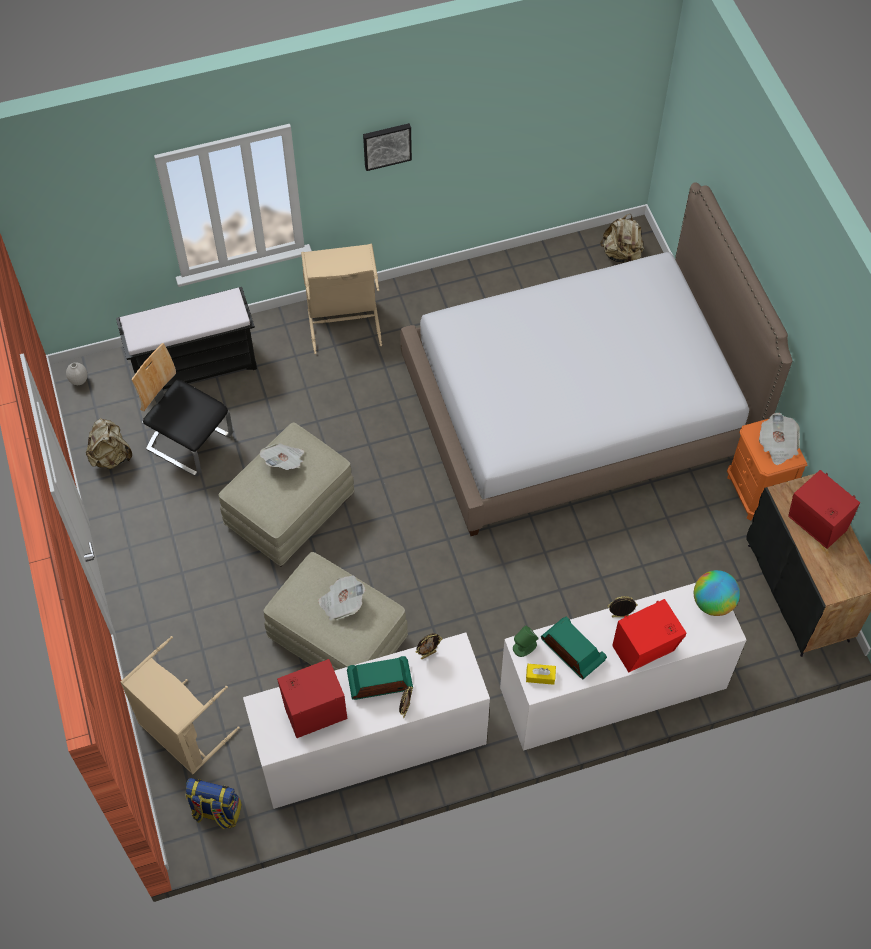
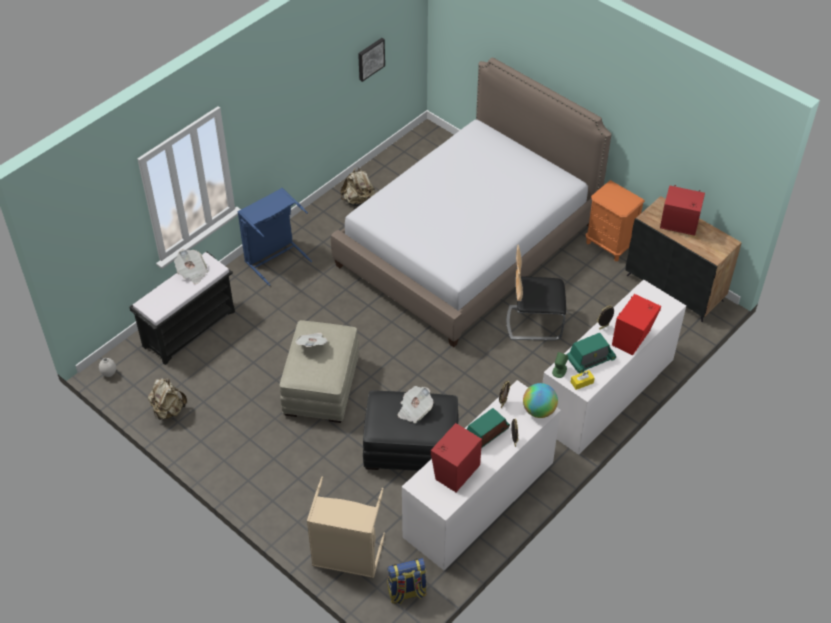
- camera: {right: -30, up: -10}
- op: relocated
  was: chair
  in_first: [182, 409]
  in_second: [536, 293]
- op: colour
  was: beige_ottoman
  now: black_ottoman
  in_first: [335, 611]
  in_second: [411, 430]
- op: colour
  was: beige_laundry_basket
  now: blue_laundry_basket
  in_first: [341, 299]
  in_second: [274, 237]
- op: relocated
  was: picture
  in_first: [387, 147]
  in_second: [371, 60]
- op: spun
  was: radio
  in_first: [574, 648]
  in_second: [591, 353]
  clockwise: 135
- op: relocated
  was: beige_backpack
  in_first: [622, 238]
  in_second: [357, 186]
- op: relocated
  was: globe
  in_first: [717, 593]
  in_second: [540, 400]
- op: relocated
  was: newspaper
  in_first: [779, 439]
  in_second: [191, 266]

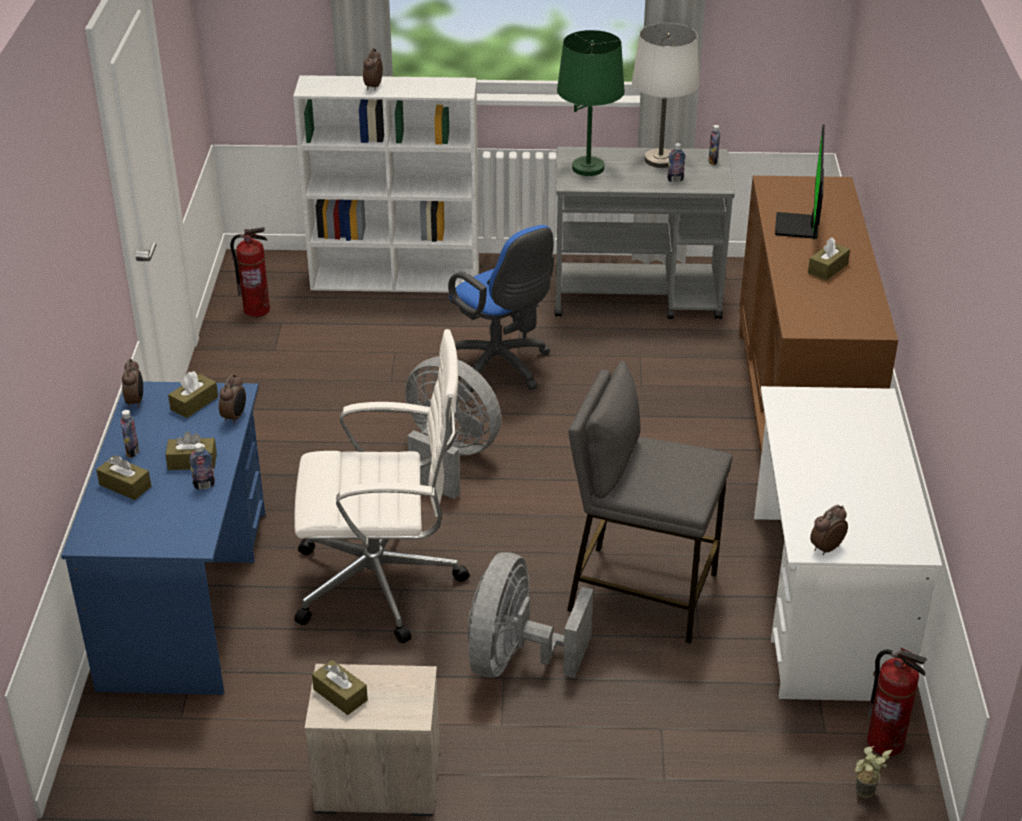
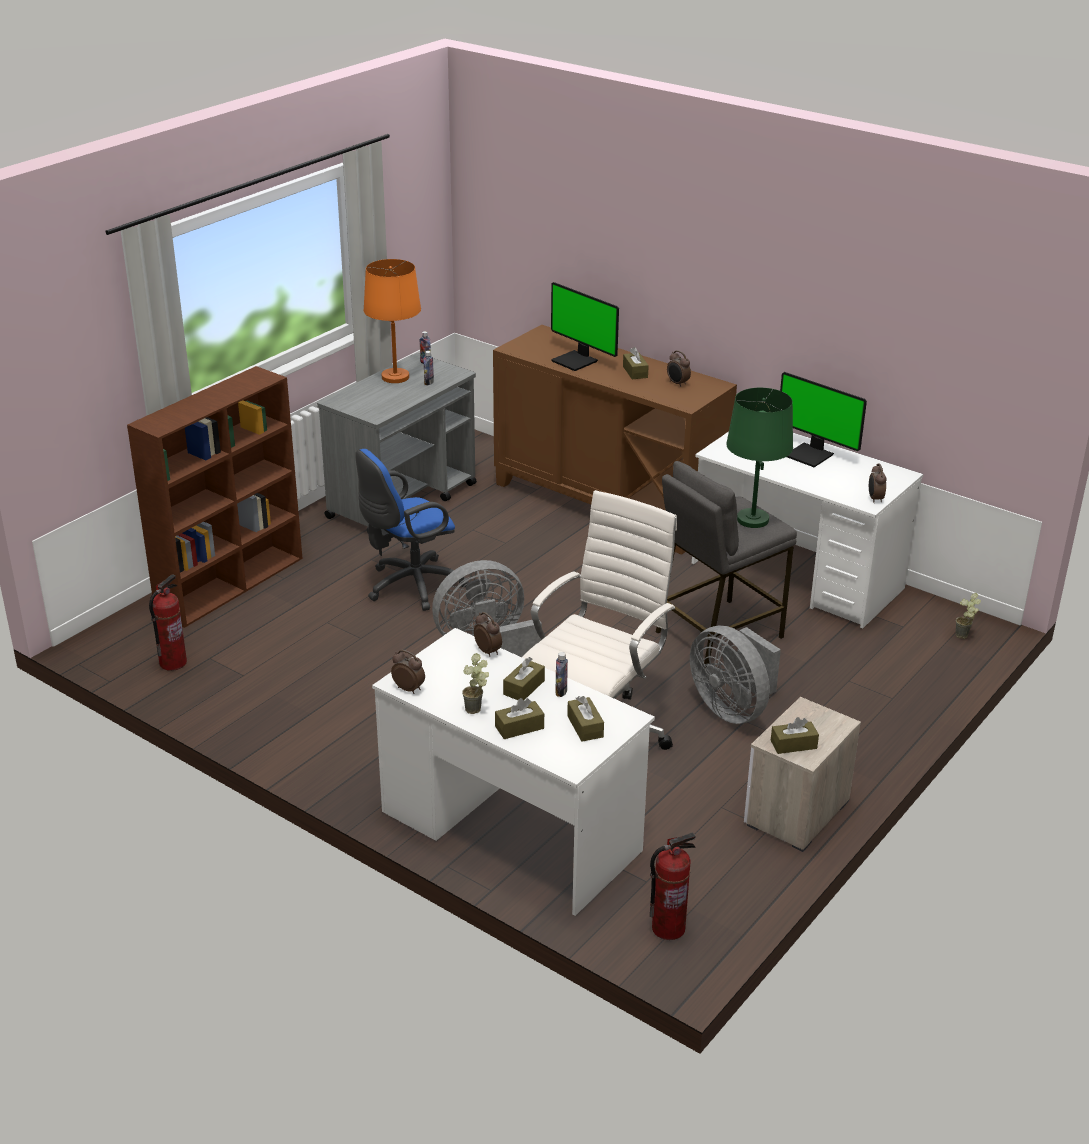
- camera: {right: -55, up: -5}
- op: colour
  was: blue_desk
  now: white_desk
  in_first: [163, 538]
  in_second: [513, 772]
- op: exchanged
  was: bottle
  now: potted_plant
  in_first: [130, 434]
  in_second: [475, 683]
- op: relocated
  was: brown_tissue_box
  in_first: [193, 394]
  in_second: [585, 719]
- op: colour
  was: white_bookcase
  now: brown_bookcase
  in_first: [386, 184]
  in_second: [215, 497]
- op: relocated
  was: alarm_clock
  in_first: [373, 69]
  in_second: [679, 368]
- op: spun
  was: blue_office_chair
  in_first: [496, 308]
  in_second: [412, 530]
  clockwise: 150
- op: relocated
  was: green_table_lamp
  in_first: [591, 103]
  in_second: [759, 458]
- op: colour
  was: white_table_lamp
  now: orange_table_lamp
  in_first: [665, 95]
  in_second: [392, 321]
- op: relocated
  was: fire_extinguisher
  in_first: [897, 702]
  in_second: [673, 886]
- op: appeared
  now: monitor
  in_second: [823, 419]

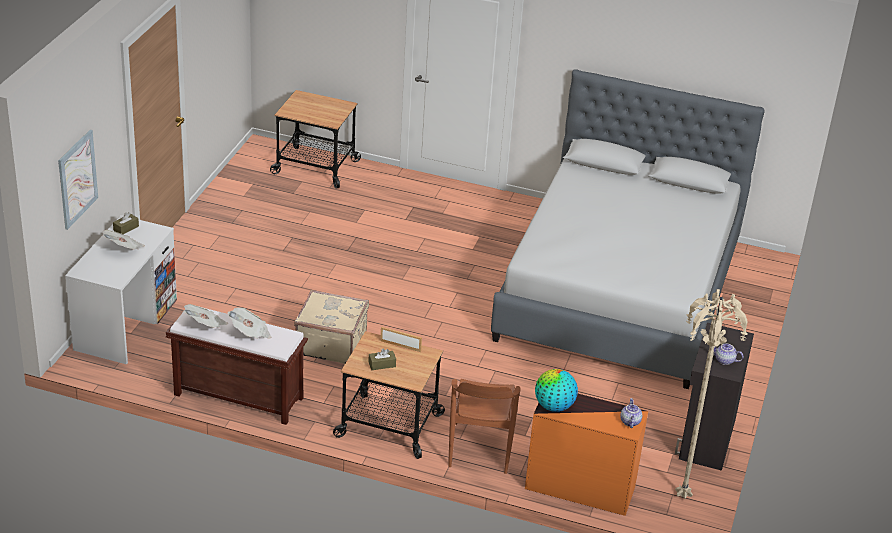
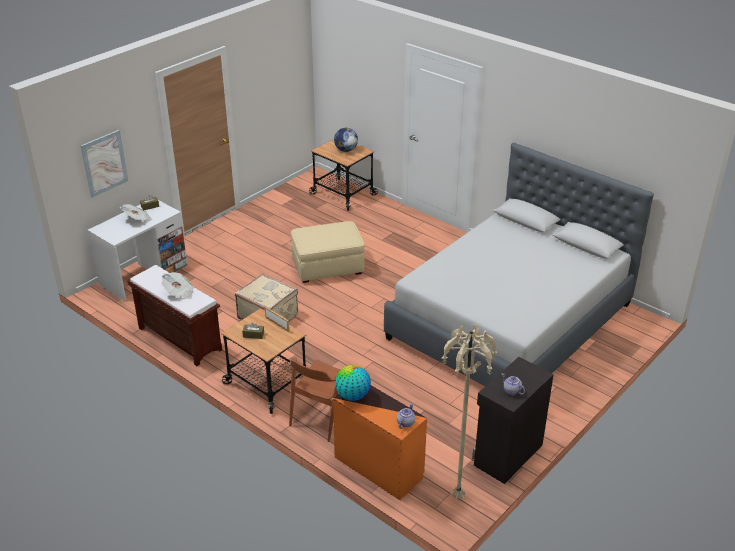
- camera: {right: 25, up: 0}
- op: missing
  was: newspaper
  in_first: [205, 316]
- op: appeared
  now: beige_ottoman
  in_second: [328, 252]
- op: appeared
  now: globe
  in_second: [346, 140]

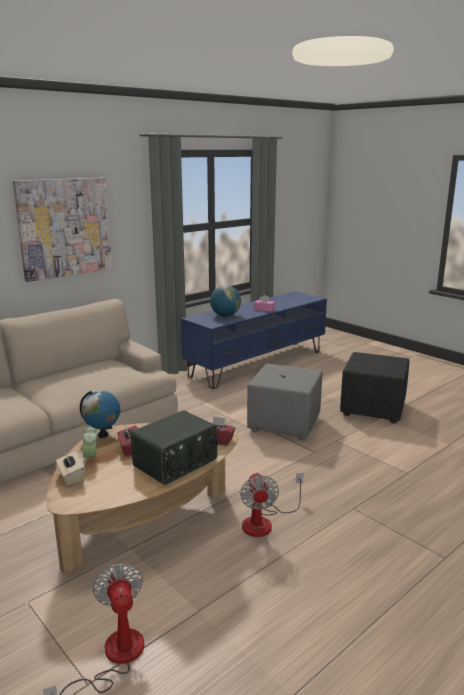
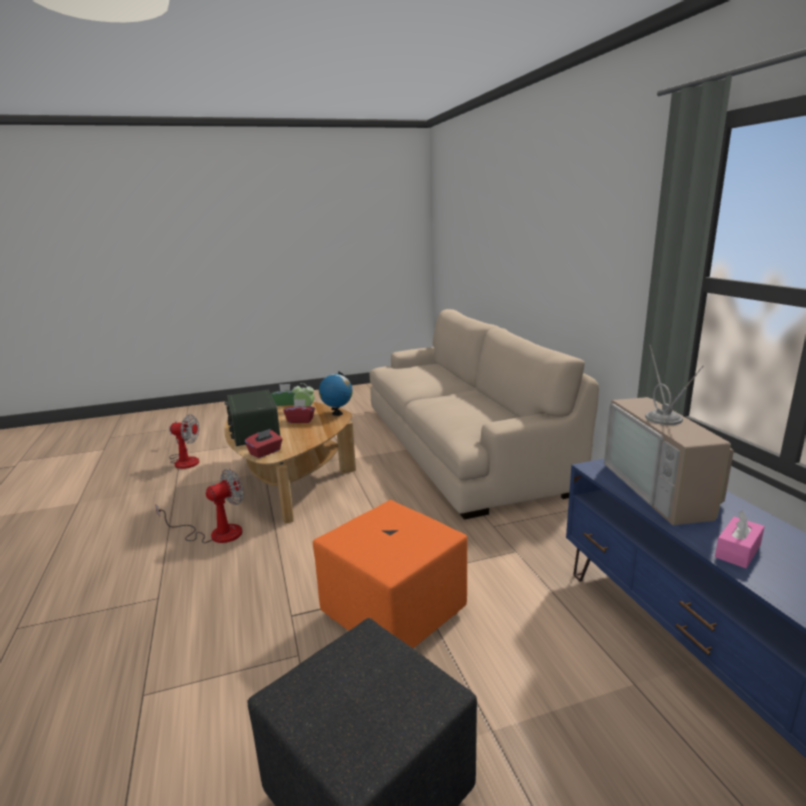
- camera: {right: 115, up: 0}
- op: missing
  was: picture
  in_first: [62, 229]
- op: colour
  was: beige_tissue_box
  now: green_tissue_box
  in_first: [70, 468]
  in_second: [283, 395]
- op: exchanged
  was: globe
  now: television
  in_first: [225, 301]
  in_second: [669, 434]
- op: spun
  was: fan
  in_first: [271, 504]
  in_second: [199, 506]
  clockwise: 120
- op: colour
  was: grey_ottoman
  now: orange_ottoman
  in_first: [285, 402]
  in_second: [390, 574]

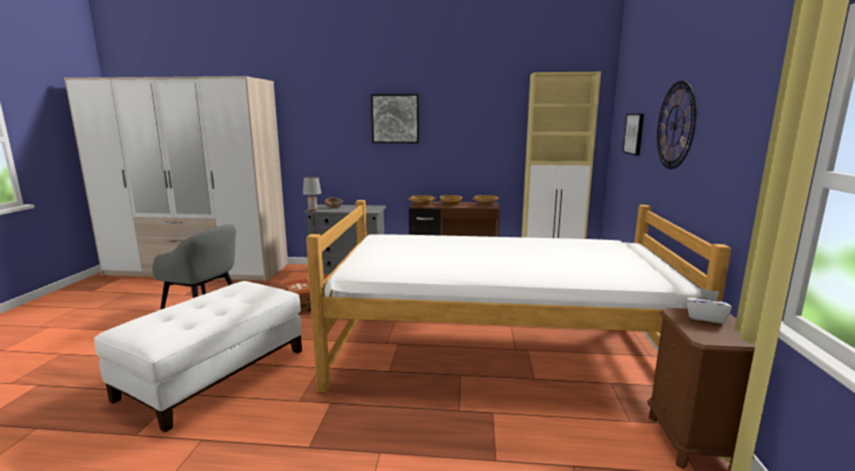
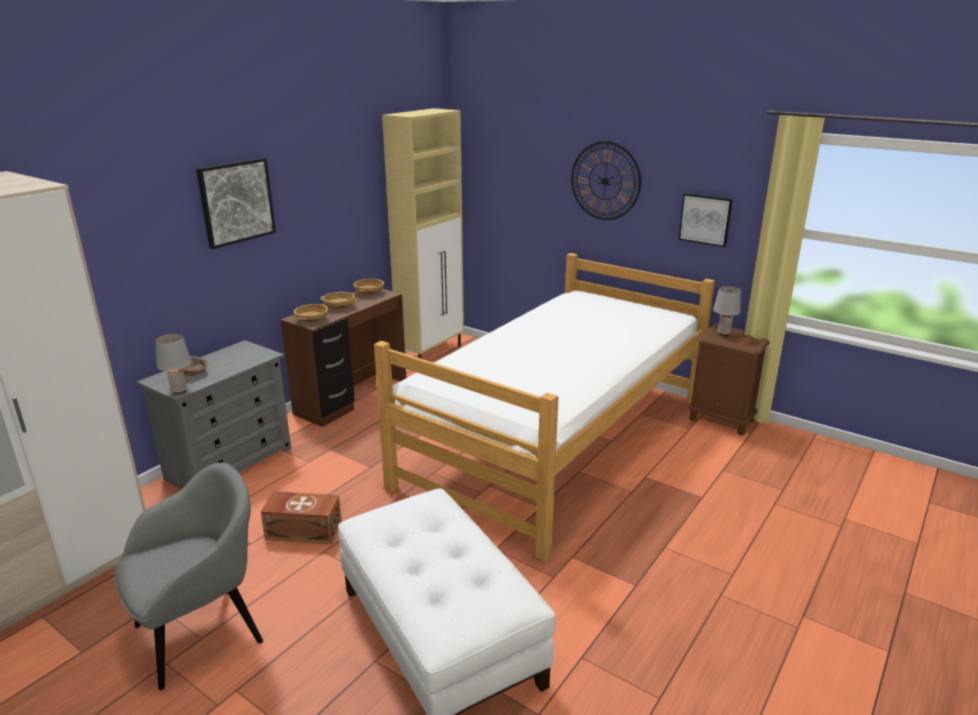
- camera: {right: -60, up: 10}
- op: relocated
  was: picture
  in_first: [633, 134]
  in_second: [705, 220]
- op: exchanged
  was: white_tissue_box
  now: grey_table_lamp
  in_first: [709, 306]
  in_second: [727, 311]

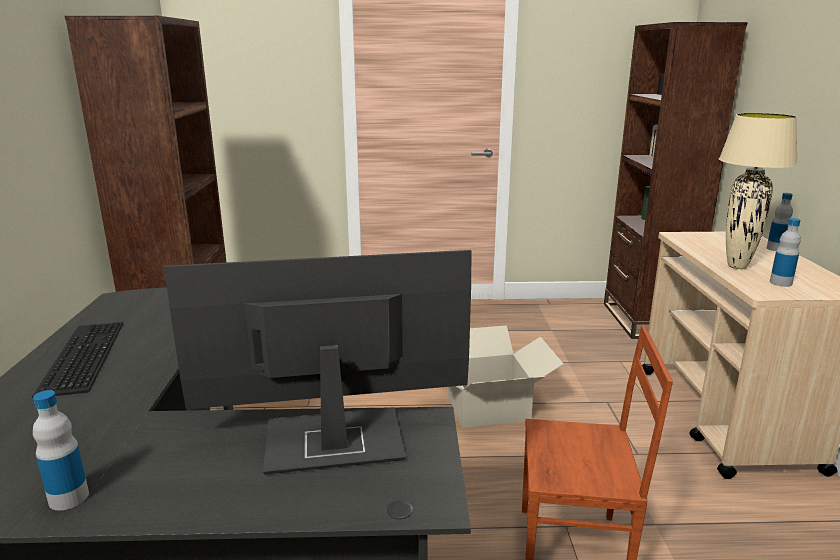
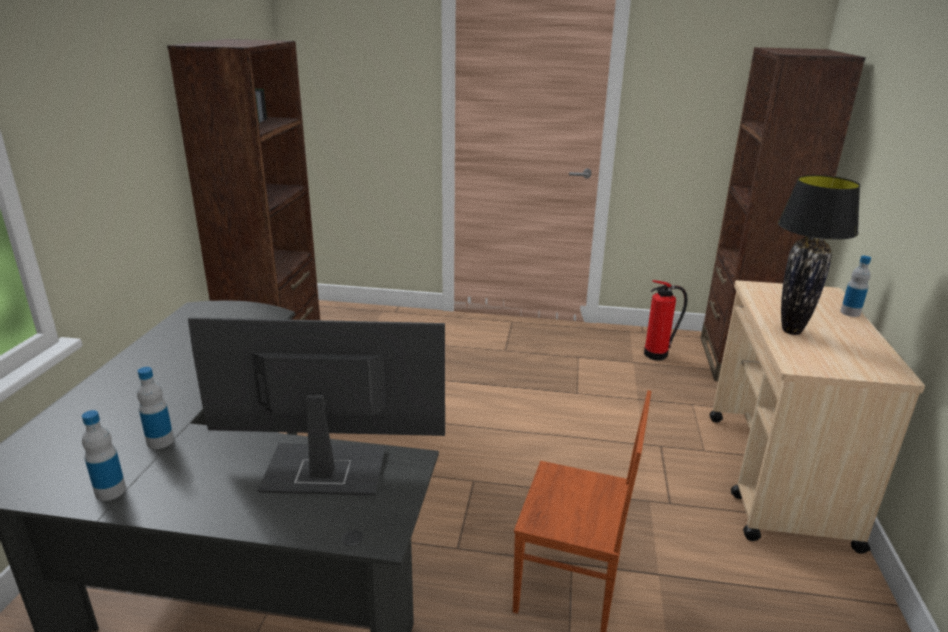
- camera: {right: 10, up: 5}
- op: missing
  was: keyboard
  in_first: [77, 360]
- op: missing
  was: cardboard_box
  in_first: [506, 376]
- op: colour
  was: beige_table_lamp
  now: black_table_lamp
  in_first: [758, 191]
  in_second: [819, 255]
- op: relocated
  was: bottle
  in_first: [785, 252]
  in_second: [155, 408]
- op: appeared
  now: fire_extinguisher
  in_second: [666, 320]

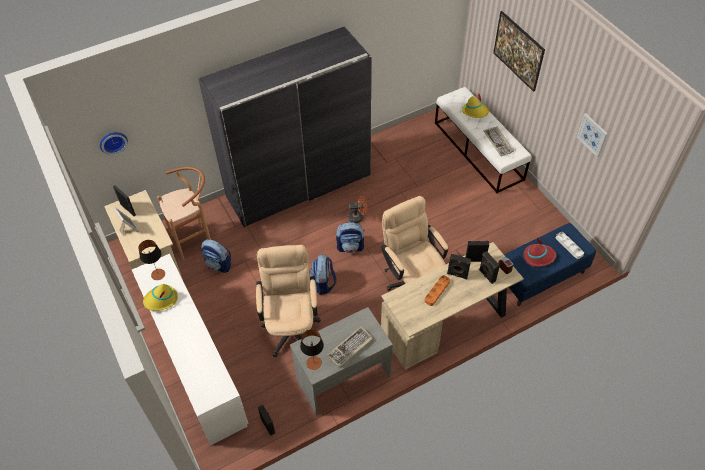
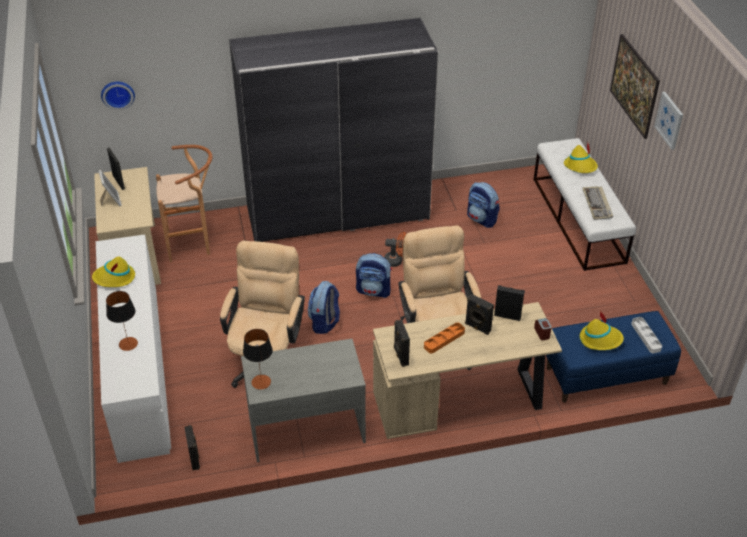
- camera: {right: 15, up: -10}
- op: relocated
  was: table_lamp
  in_first: [151, 260]
  in_second: [122, 321]
- op: relocated
  was: backpack
  in_first: [216, 256]
  in_second: [483, 205]
- op: missing
  was: keyboard
  in_first: [350, 347]
- op: relocated
  was: black_speaker
  in_first: [489, 267]
  in_second: [402, 343]
- op: colour
  was: red_hat
  now: yellow_hat
  in_first: [539, 252]
  in_second: [602, 330]
- op: relocated
  was: picture
  in_first: [592, 135]
  in_second: [668, 121]

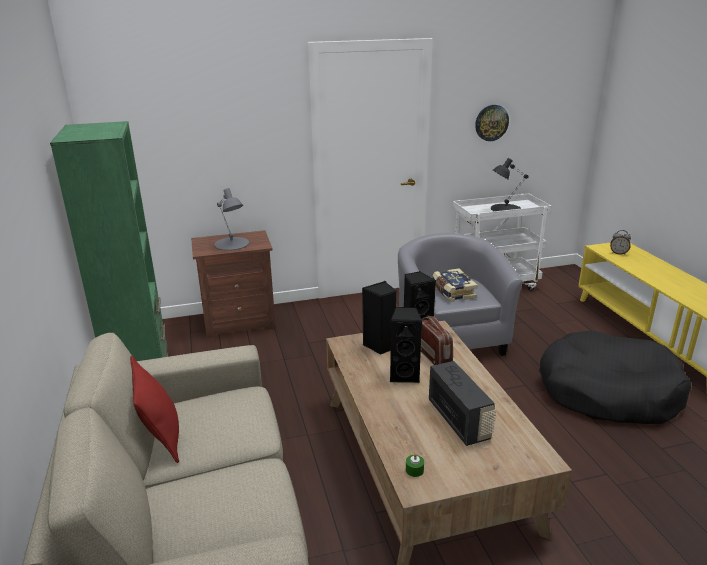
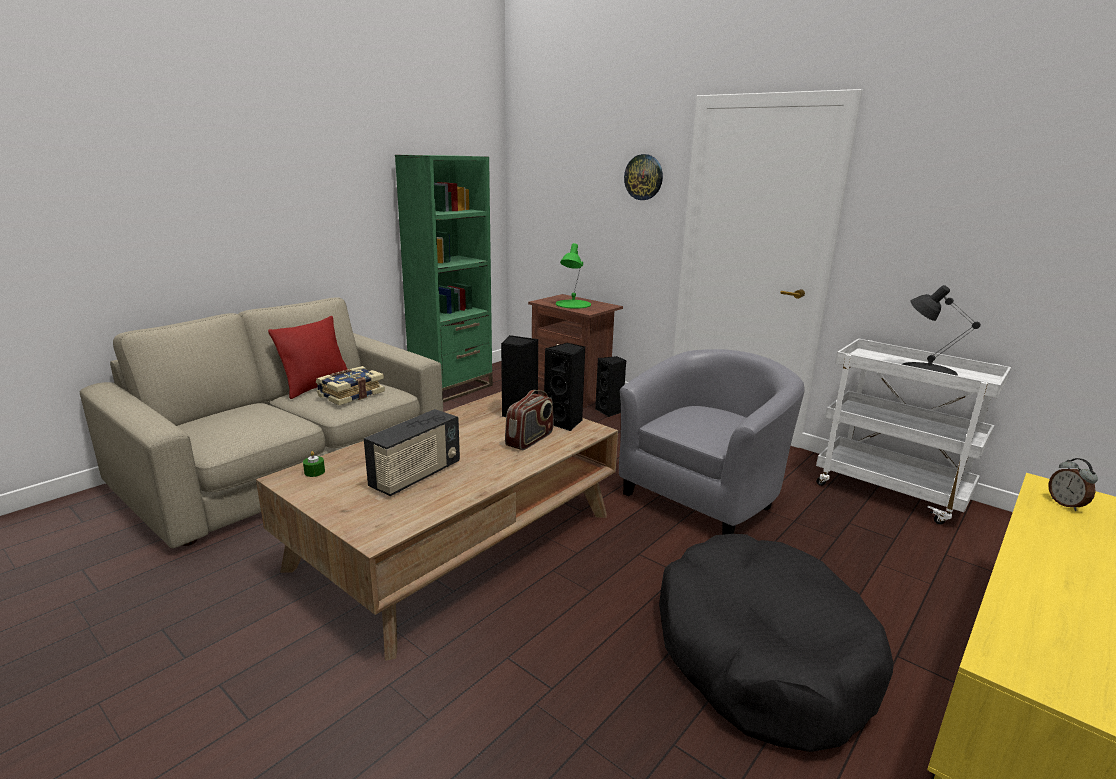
- camera: {right: 55, up: -5}
- op: colour
  was: grey_table_lamp
  now: green_table_lamp
  in_first: [232, 219]
  in_second: [573, 276]
- op: relocated
  was: black_speaker
  in_first: [406, 345]
  in_second: [610, 386]
- op: relocated
  was: book
  in_first: [455, 285]
  in_second: [350, 385]
- op: relocated
  was: wall_clock
  in_first: [492, 123]
  in_second: [643, 177]

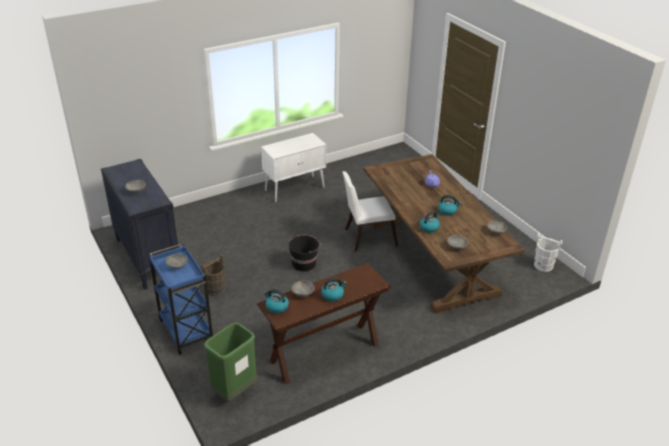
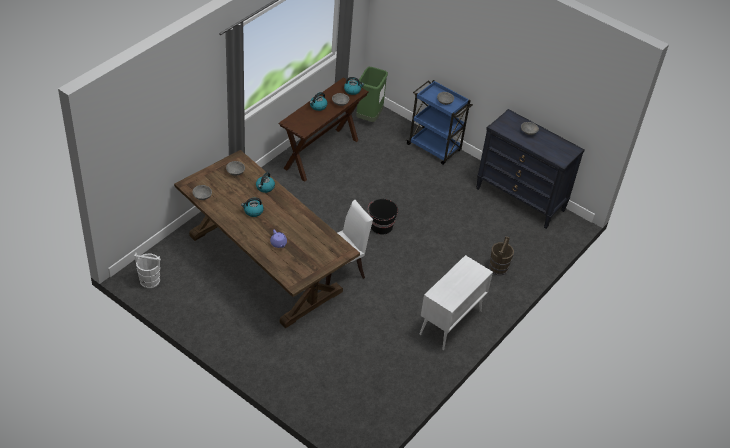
- camera: {right: 155, up: 10}
- op: relocated
  was: brown_bucket
  in_first: [213, 275]
  in_second: [501, 256]

